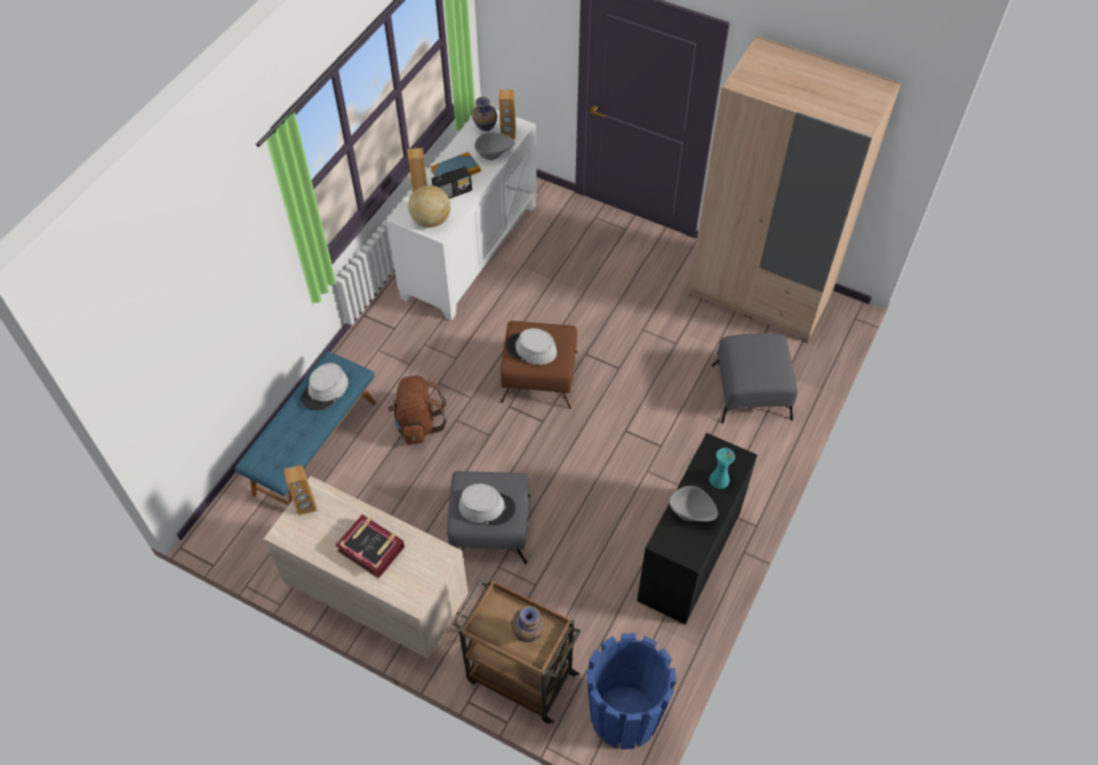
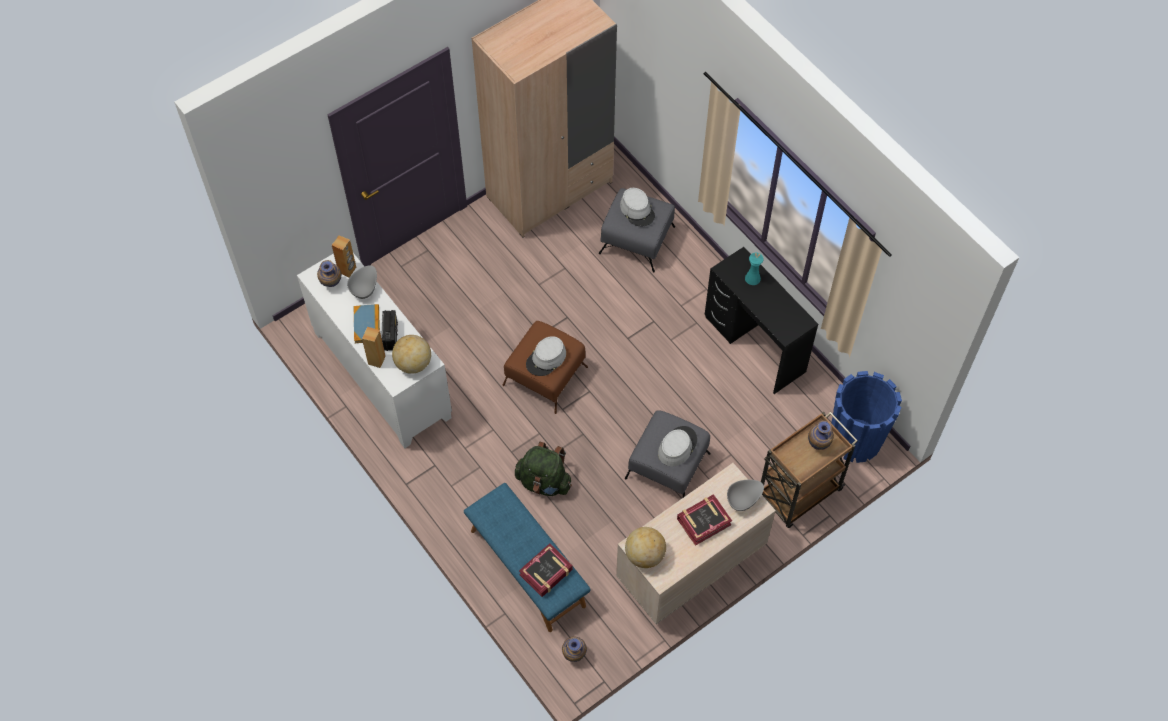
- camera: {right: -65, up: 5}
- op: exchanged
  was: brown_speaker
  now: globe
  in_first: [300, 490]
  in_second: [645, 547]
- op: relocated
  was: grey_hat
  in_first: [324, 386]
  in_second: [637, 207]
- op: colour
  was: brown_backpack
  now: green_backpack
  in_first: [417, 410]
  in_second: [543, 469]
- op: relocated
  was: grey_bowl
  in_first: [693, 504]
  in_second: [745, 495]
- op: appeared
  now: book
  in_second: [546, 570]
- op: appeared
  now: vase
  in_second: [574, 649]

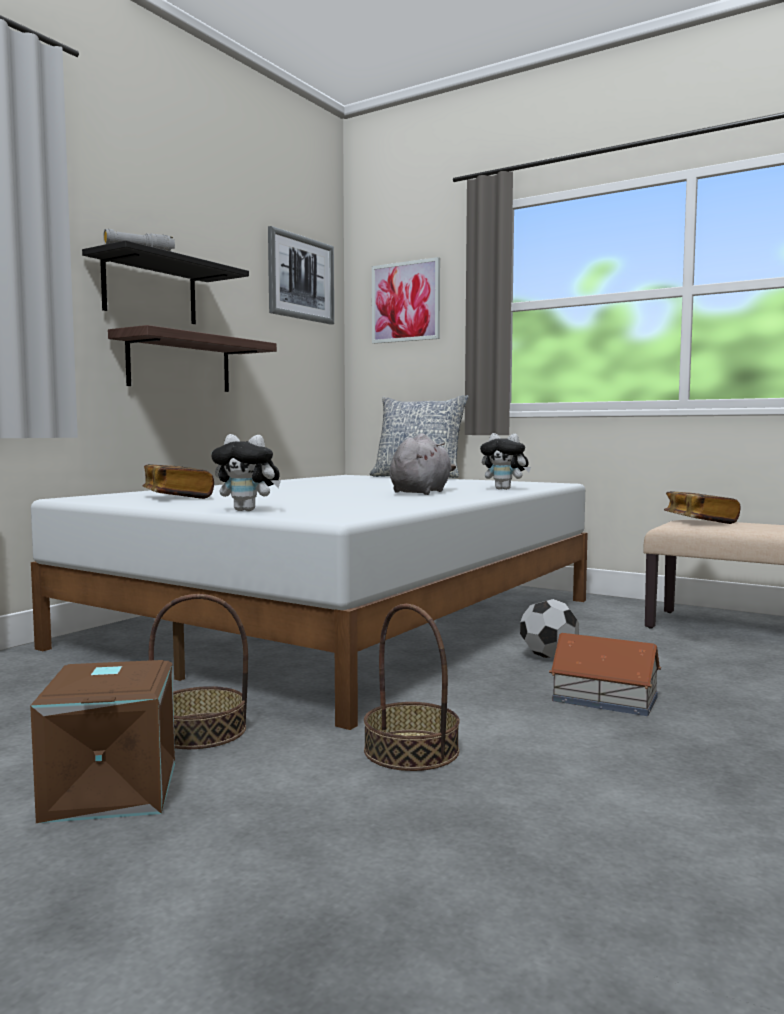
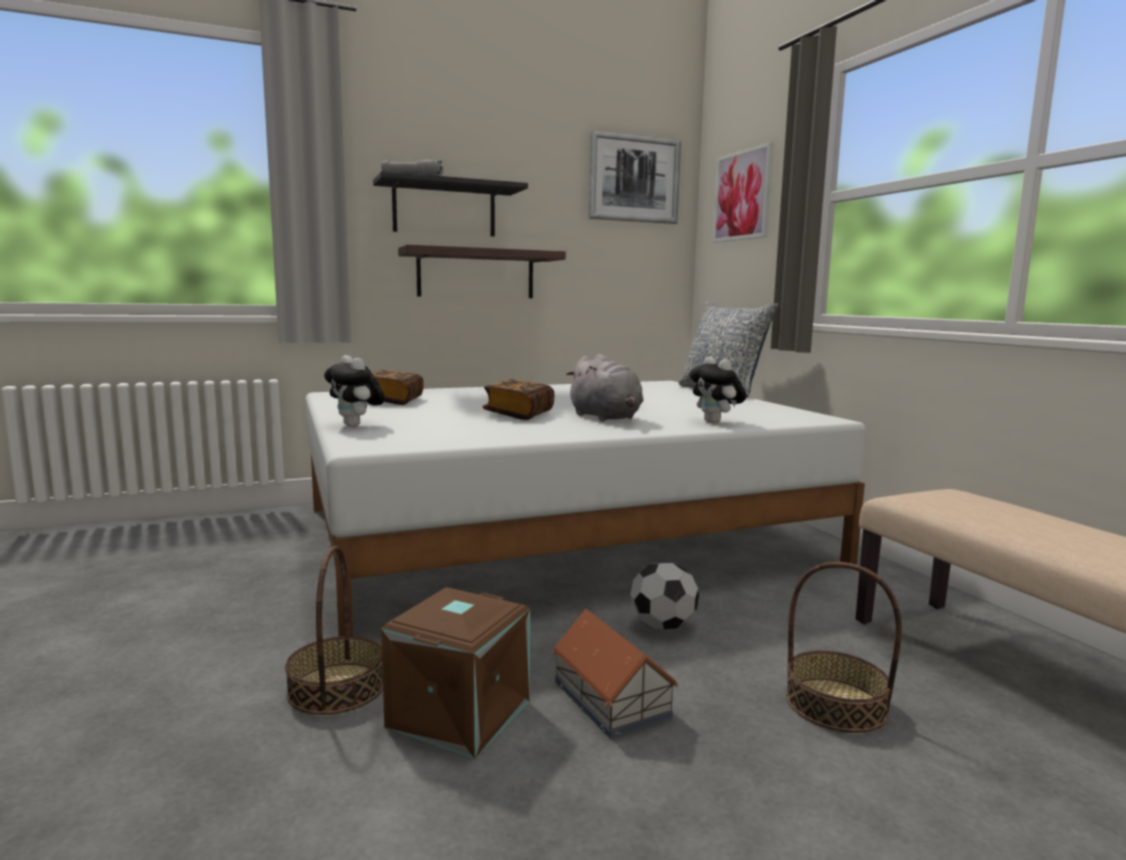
- camera: {right: 35, up: 5}
- op: relocated
  was: brown_storage_box
  in_first: [102, 741]
  in_second: [455, 673]
- op: relocated
  was: basket
  in_first: [198, 671]
  in_second: [844, 647]
- op: spun
  was: grey_plush_toy
  in_first: [423, 464]
  in_second: [605, 387]
  clockwise: 90
- op: relocated
  was: book
  in_first: [702, 507]
  in_second: [518, 399]

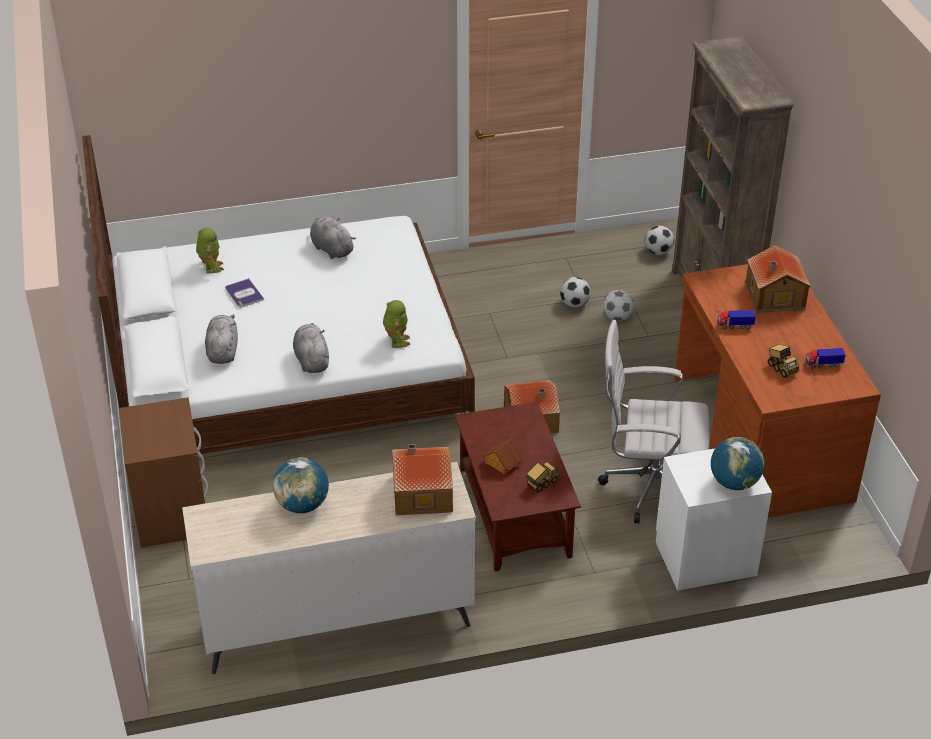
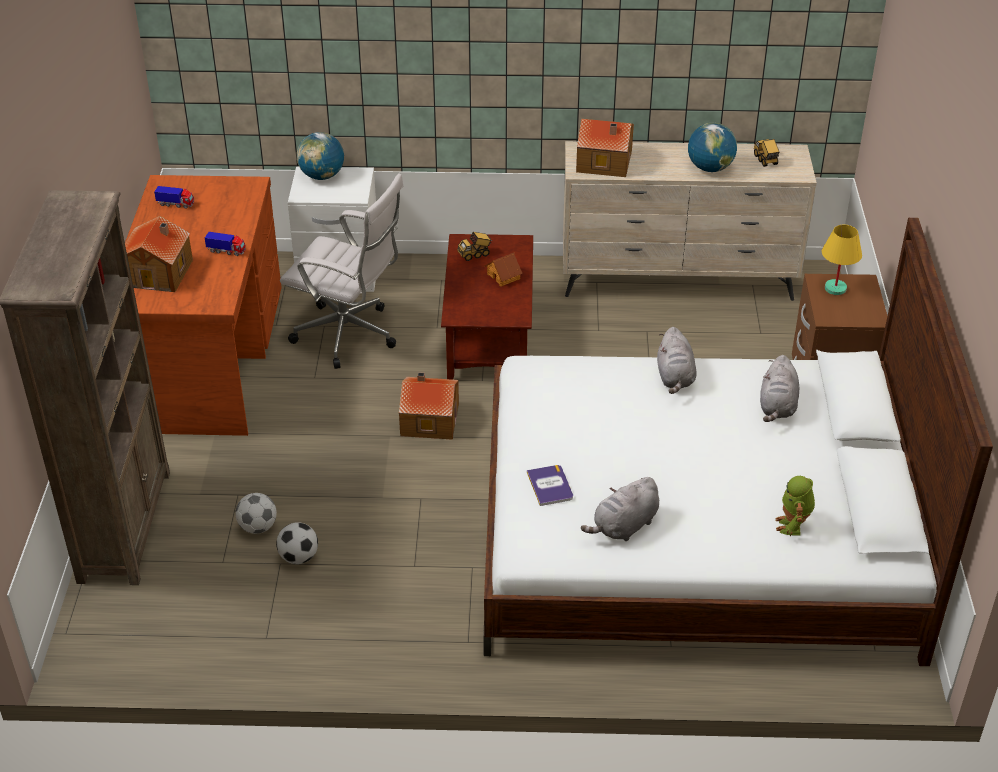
- camera: {right: -165, up: 0}
- op: relocated
  was: book
  in_first: [244, 293]
  in_second: [550, 485]
- op: spun
  was: grey_plush_toy
  in_first: [333, 238]
  in_second: [620, 509]
  clockwise: 75
- op: missing
  was: toy_robot
  in_first: [396, 324]
- op: missing
  was: football
  in_first: [659, 240]
- op: relocated
  was: toy_truck
  in_first: [783, 361]
  in_second: [766, 153]
- op: appeared
  now: yellow_table_lamp
  in_second: [842, 260]

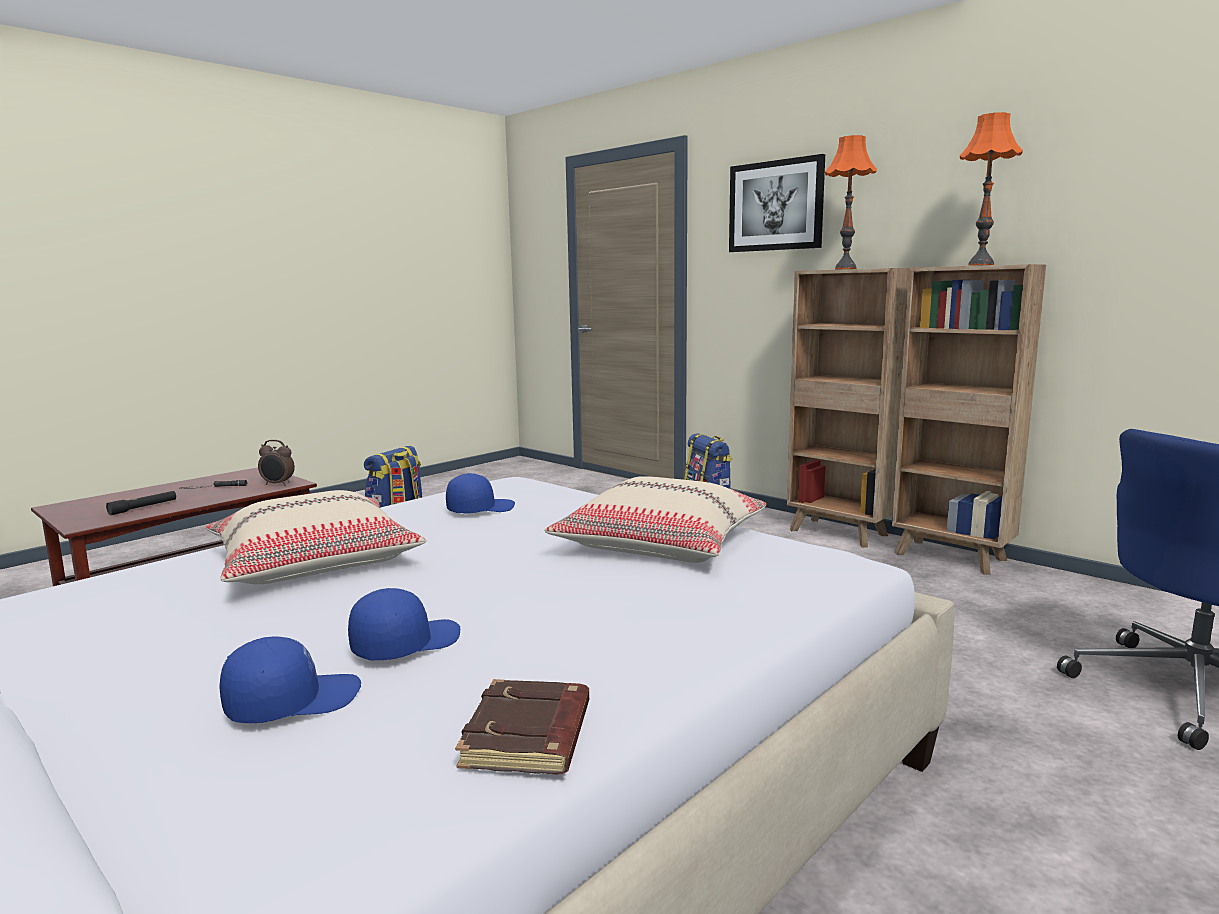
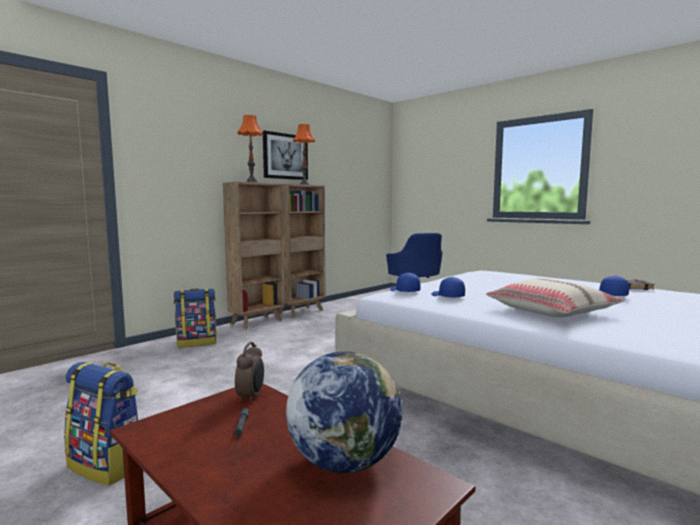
- camera: {right: -90, up: -5}
- op: exchanged
  was: black_flashlight
  now: globe
  in_first: [141, 503]
  in_second: [344, 412]
- op: relocated
  was: blue_cap
  in_first: [290, 680]
  in_second: [405, 282]
- op: missing
  was: beige_pillow
  in_first: [655, 519]
- op: relocated
  was: picture
  in_first: [777, 203]
  in_second: [285, 155]

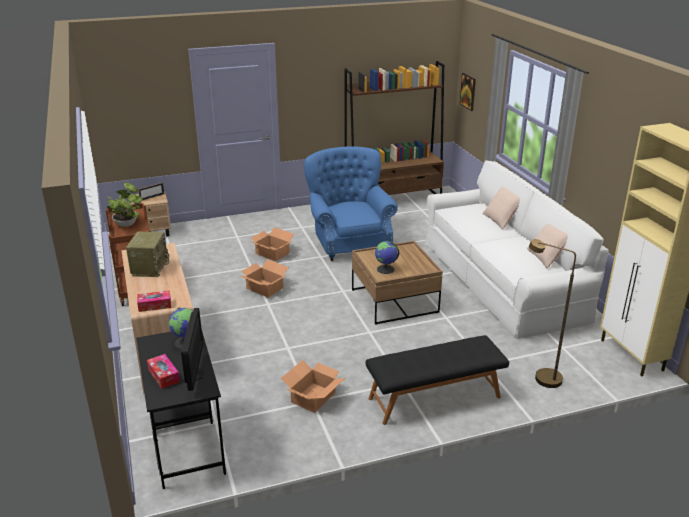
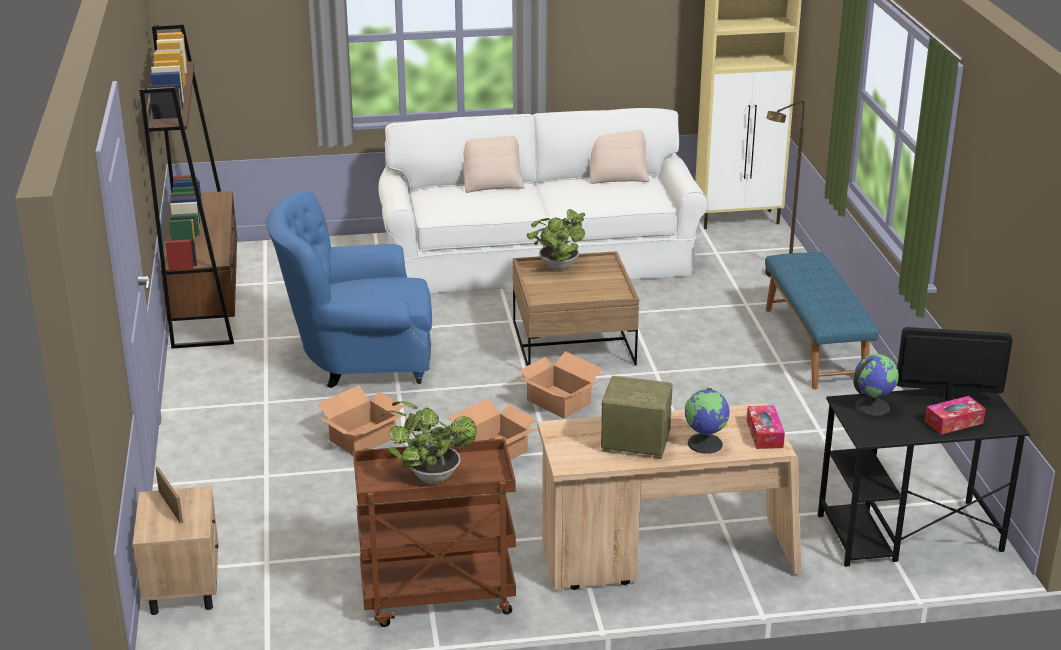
- camera: {right: -80, up: 0}
- op: relocated
  was: cardboard_box
  in_first: [313, 386]
  in_second: [560, 385]
- op: colour
  was: black_bench
  now: blue_bench
  in_first: [437, 380]
  in_second: [822, 320]
- op: relocated
  was: globe
  in_first: [387, 257]
  in_second: [707, 421]
- op: missing
  was: picture
  in_first: [468, 92]
- op: appeared
  now: potted_plant
  in_second: [556, 239]

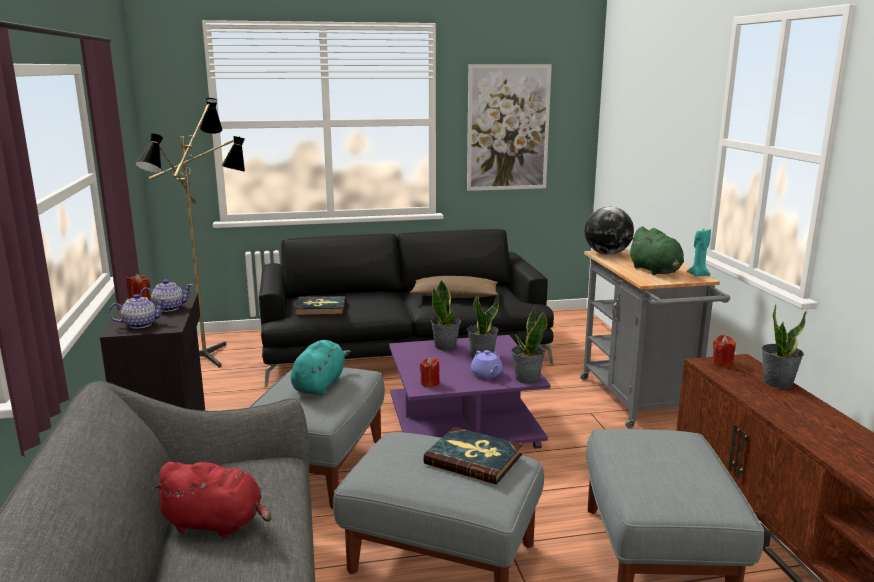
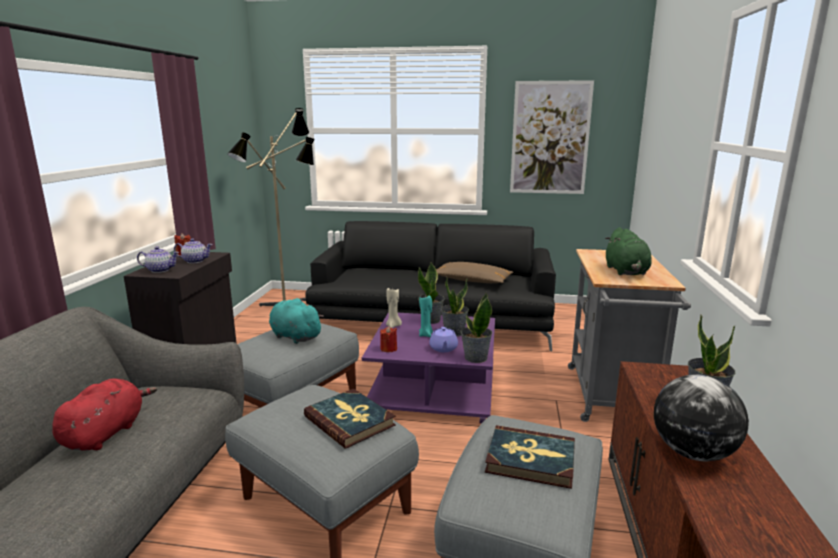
- camera: {right: 20, up: 0}
- op: spun
  was: red_plush_toy
  in_first: [211, 499]
  in_second: [104, 415]
  clockwise: -105
- op: spun
  was: turquoise_plush_toy
  in_first: [321, 367]
  in_second: [296, 321]
  clockwise: -90
- op: relocated
  was: book
  in_first: [320, 306]
  in_second: [530, 457]
- op: relocated
  was: globe
  in_first: [609, 231]
  in_second: [701, 418]
- op: relocated
  was: turquoise_candle
  in_first: [699, 252]
  in_second: [426, 316]
- op: missing
  was: red_candle
  in_first: [724, 351]
- op: appeared
  now: beige_candle
  in_second: [394, 308]

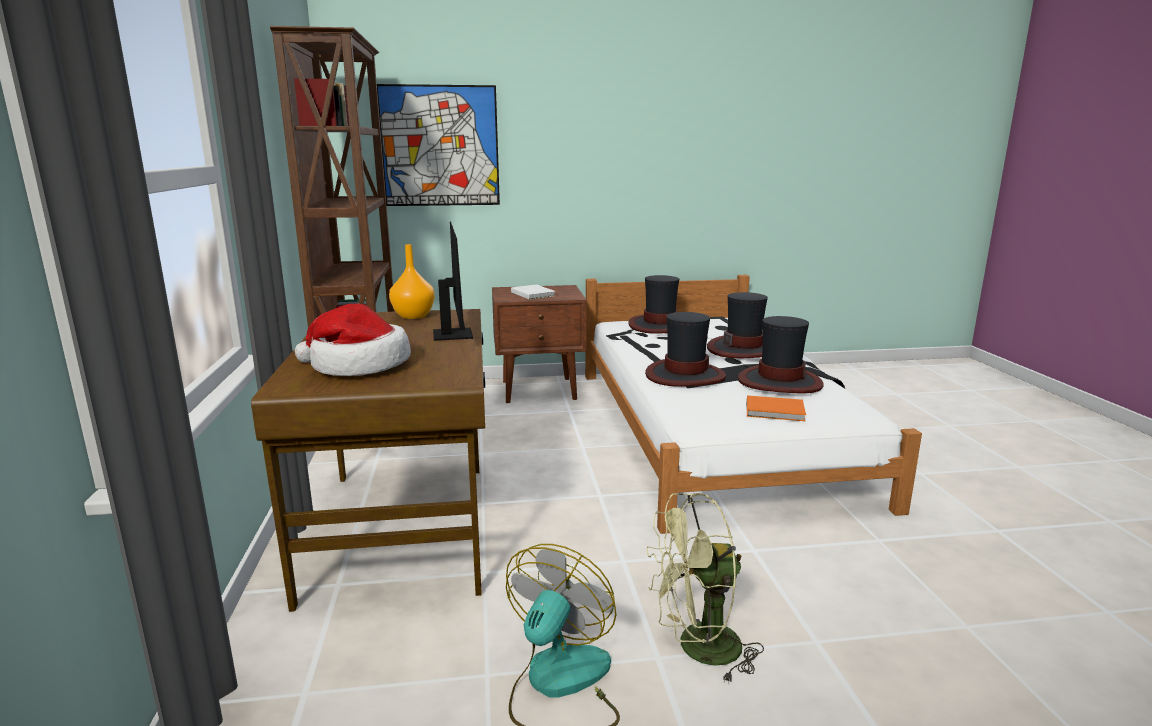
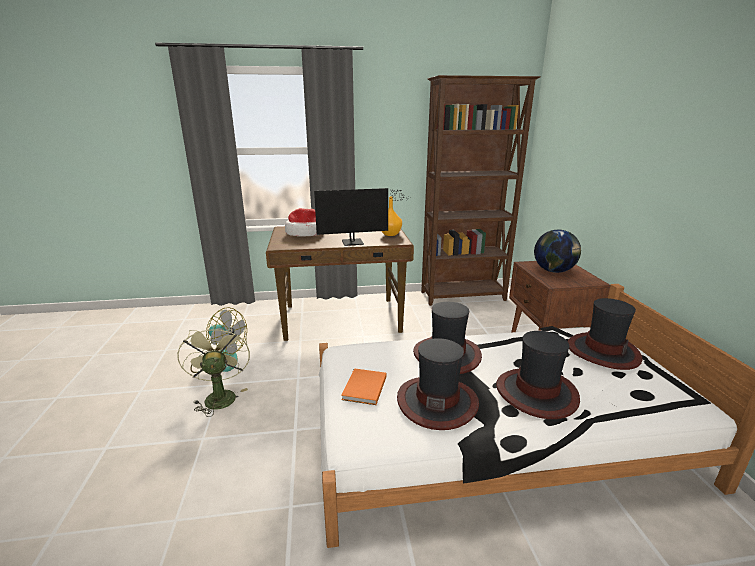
- camera: {right: 90, up: 5}
- op: missing
  was: picture
  in_first: [438, 145]
- op: exchanged
  was: white_book
  now: globe
  in_first: [533, 292]
  in_second: [557, 251]

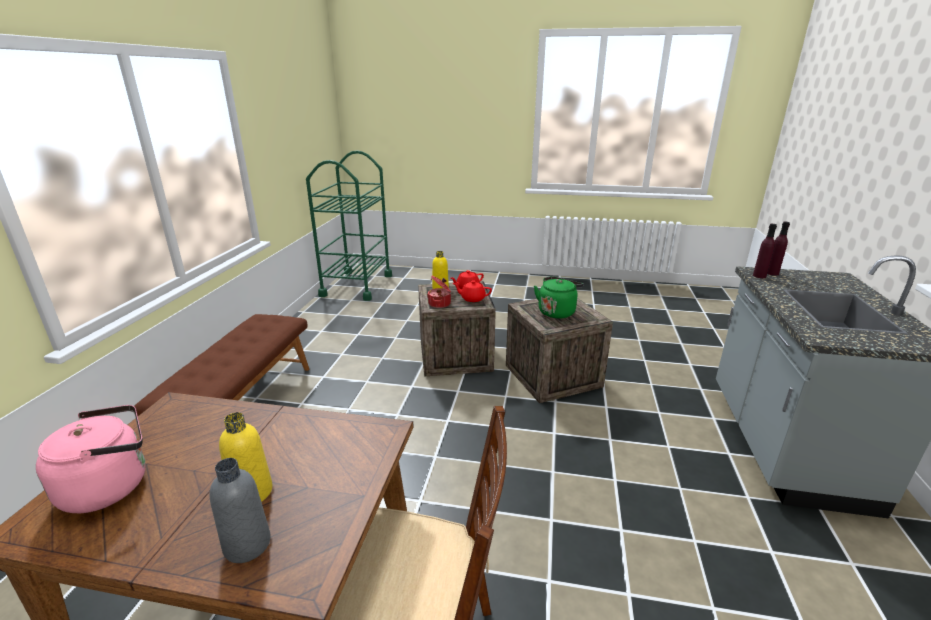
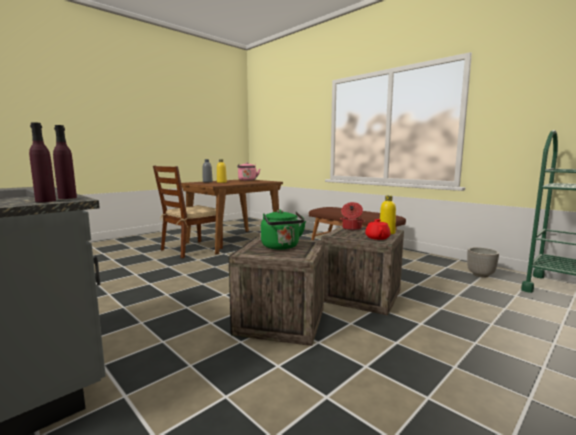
- camera: {right: 125, up: -15}
- op: missing
  was: red_teapot
  in_first: [472, 291]
- op: appeared
  now: planter
  in_second: [483, 262]

